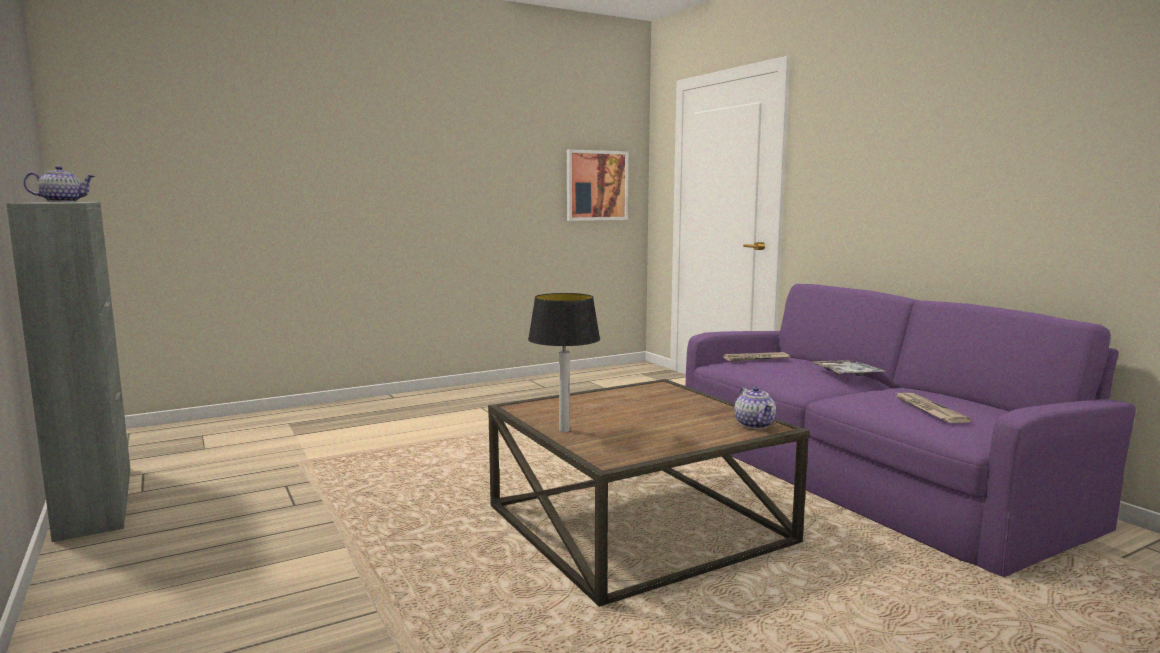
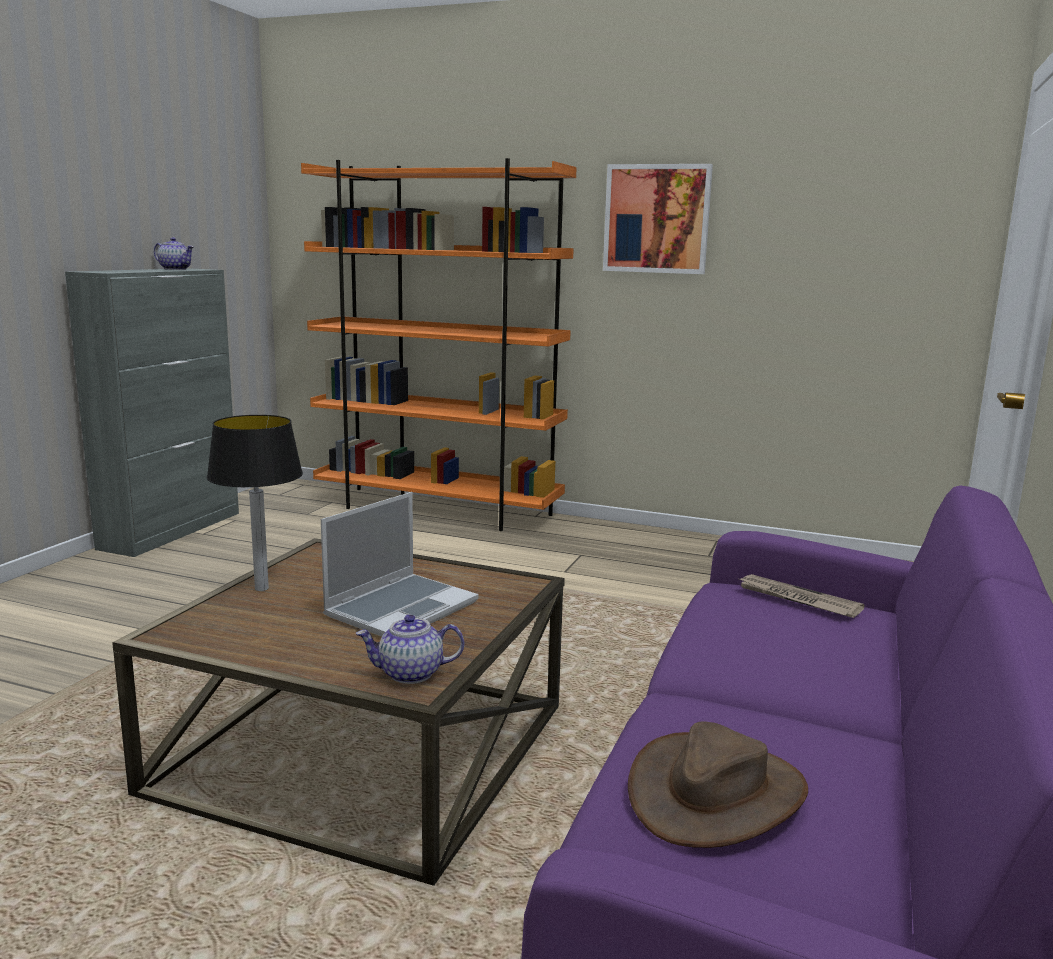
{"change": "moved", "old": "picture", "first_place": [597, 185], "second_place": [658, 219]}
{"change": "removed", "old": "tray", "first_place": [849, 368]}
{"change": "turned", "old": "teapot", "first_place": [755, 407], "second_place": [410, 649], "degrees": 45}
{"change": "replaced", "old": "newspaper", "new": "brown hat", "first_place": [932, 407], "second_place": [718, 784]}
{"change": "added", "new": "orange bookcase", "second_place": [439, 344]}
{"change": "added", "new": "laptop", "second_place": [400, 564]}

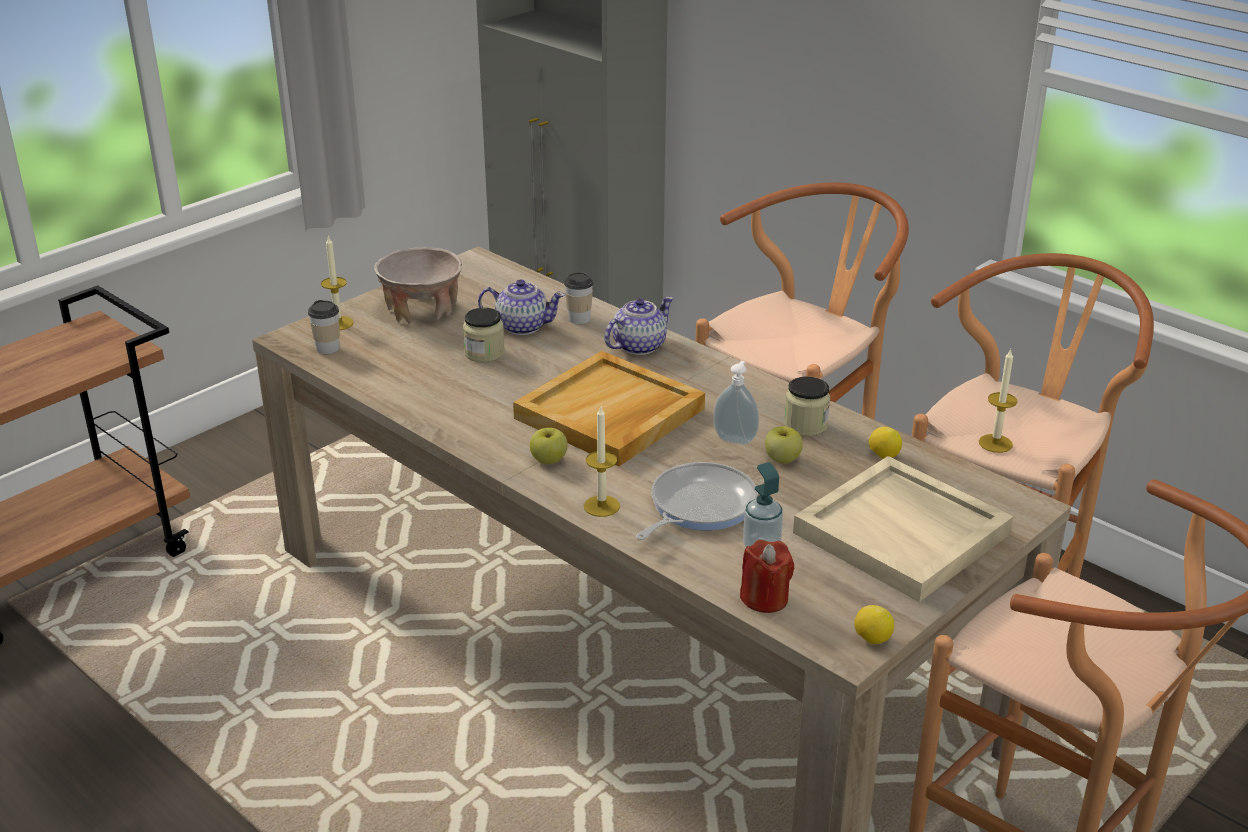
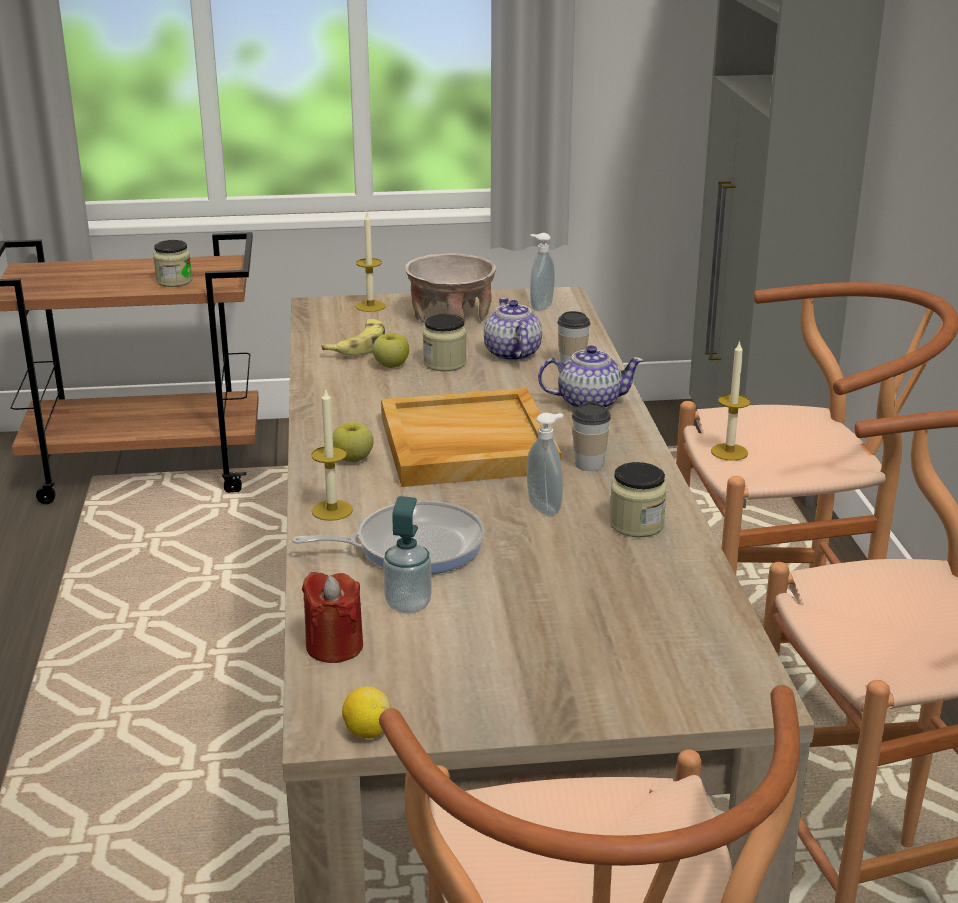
{"change": "turned", "old": "teapot", "first_place": [521, 307], "second_place": [513, 329], "degrees": -150}
{"change": "moved", "old": "cup", "first_place": [324, 327], "second_place": [591, 436]}
{"change": "moved", "old": "candle", "first_place": [998, 401], "second_place": [731, 401]}
{"change": "moved", "old": "apple", "first_place": [784, 444], "second_place": [391, 350]}
{"change": "removed", "old": "lemon", "first_place": [885, 443]}
{"change": "removed", "old": "beige tray", "first_place": [903, 529]}
{"change": "added", "new": "soap dispenser", "second_place": [542, 272]}
{"change": "added", "new": "jar", "second_place": [172, 263]}
{"change": "added", "new": "banana", "second_place": [353, 337]}

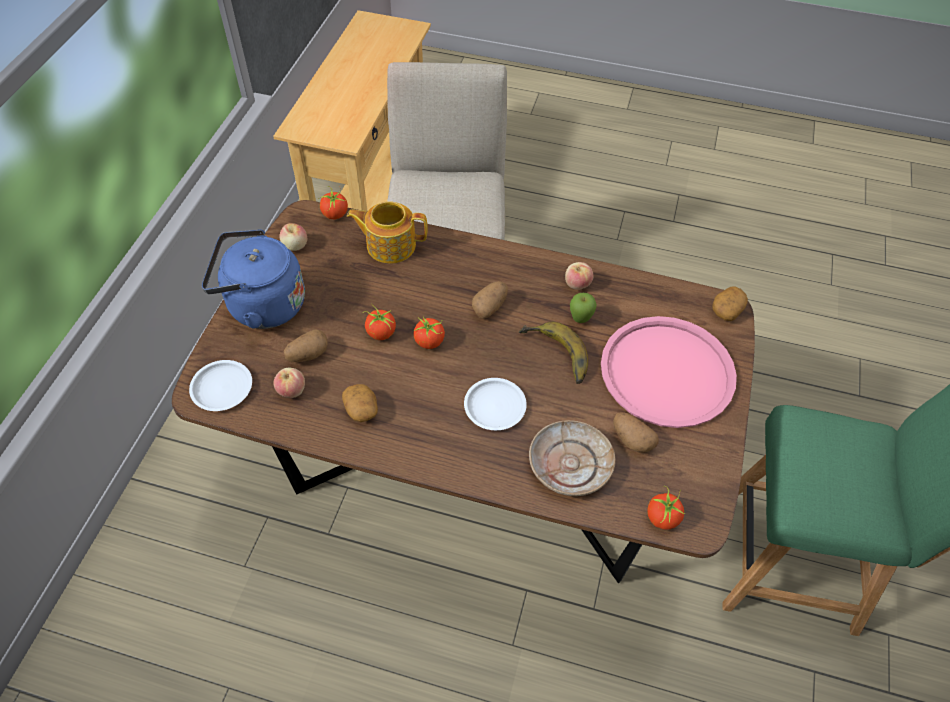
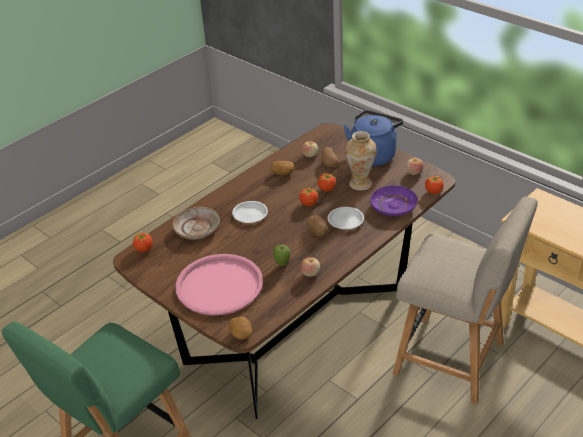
{"change": "replaced", "old": "teapot", "new": "purple plate", "first_place": [387, 232], "second_place": [394, 200]}
{"change": "removed", "old": "banana", "first_place": [553, 353]}
{"change": "moved", "old": "white plate", "first_place": [220, 385], "second_place": [346, 218]}
{"change": "removed", "old": "potato", "first_place": [636, 432]}
{"change": "added", "new": "vase", "second_place": [361, 160]}

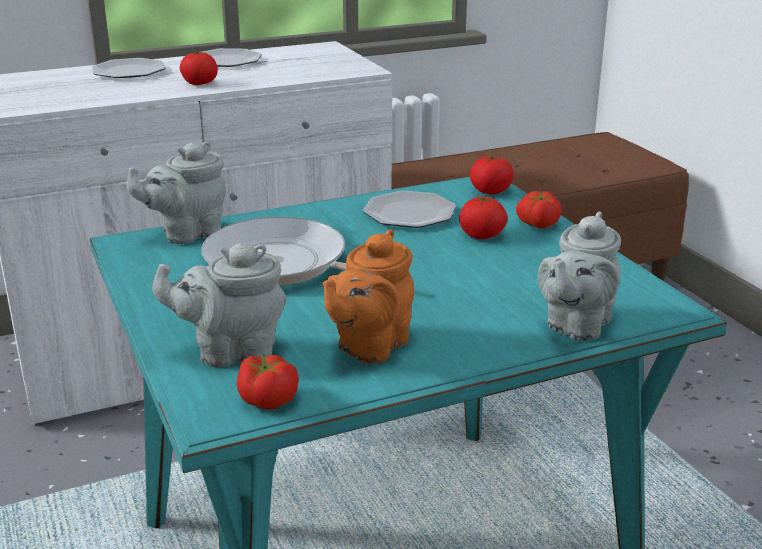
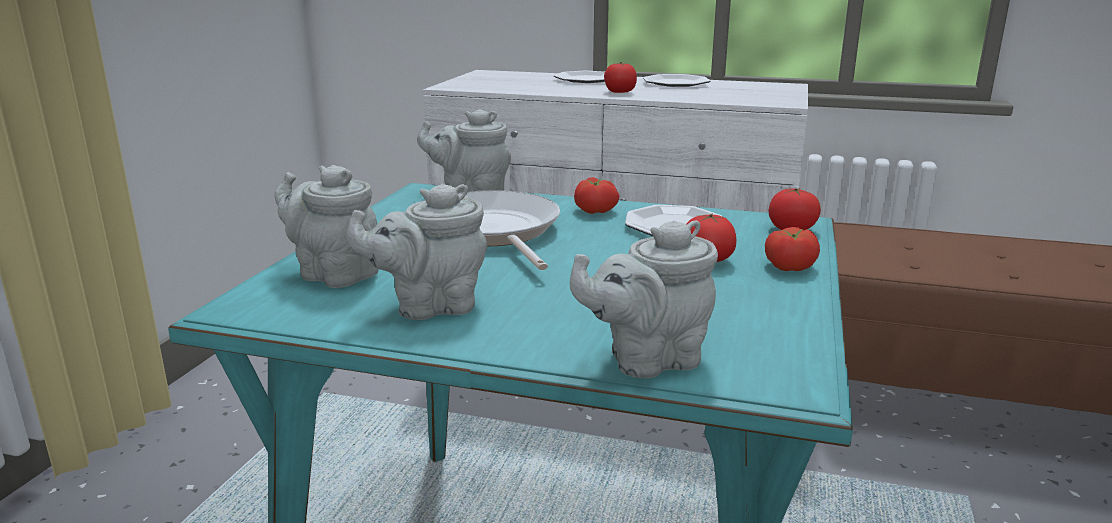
{"change": "recoloured", "old": "orange teapot", "new": "grey teapot", "first_place": [368, 296], "second_place": [417, 252]}
{"change": "moved", "old": "tomato", "first_place": [268, 382], "second_place": [596, 195]}

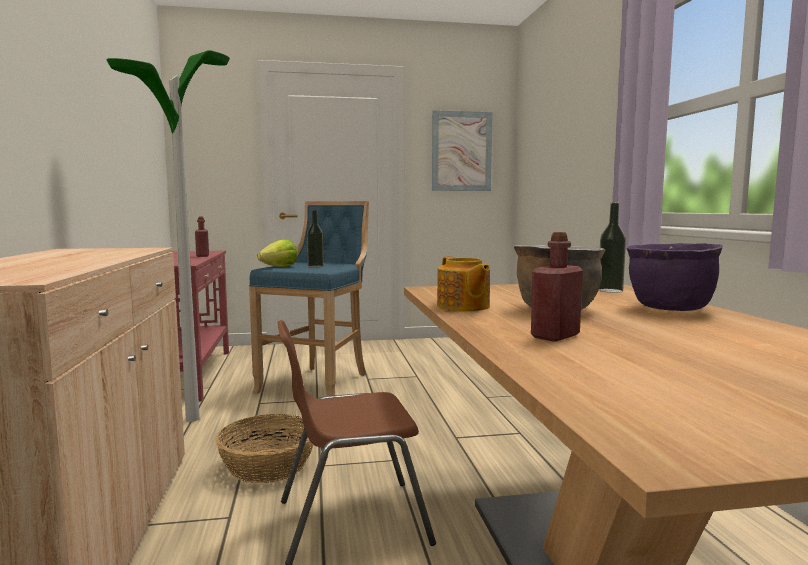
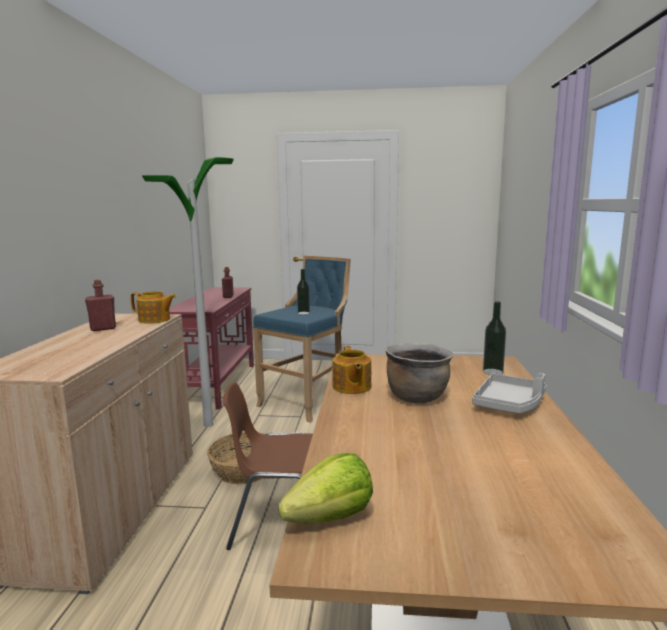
{"change": "removed", "old": "picture", "first_place": [462, 150]}
{"change": "moved", "old": "red bottle", "first_place": [557, 287], "second_place": [100, 305]}
{"change": "moved", "old": "lettuce", "first_place": [278, 253], "second_place": [325, 488]}
{"change": "replaced", "old": "purple cooking pot", "new": "grey tray", "first_place": [674, 277], "second_place": [509, 393]}
{"change": "added", "new": "teapot", "second_place": [153, 307]}

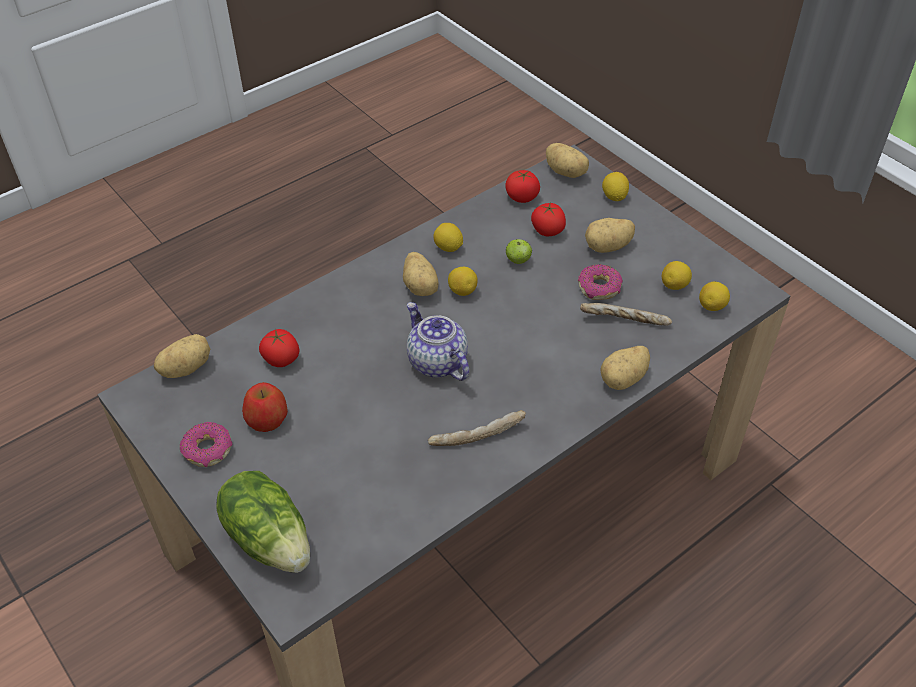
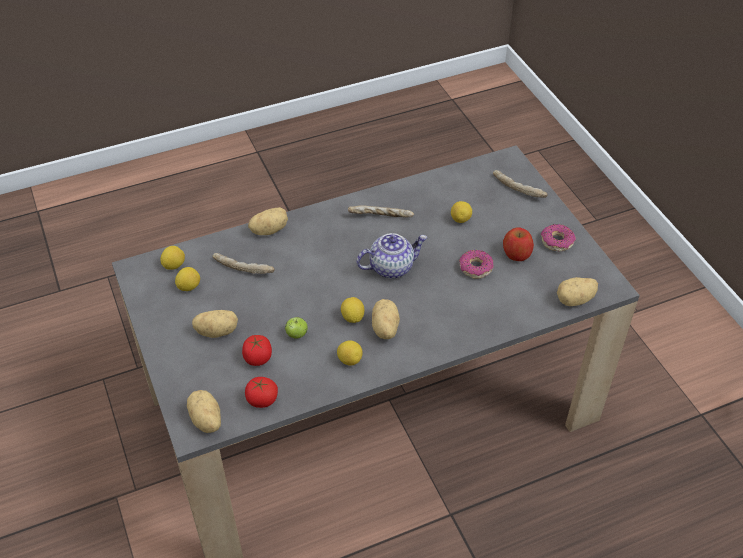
{"change": "moved", "old": "lemon", "first_place": [615, 186], "second_place": [461, 212]}
{"change": "moved", "old": "donut", "first_place": [600, 282], "second_place": [476, 264]}
{"change": "turned", "old": "teapot", "first_place": [438, 341], "second_place": [391, 256], "degrees": -90}
{"change": "removed", "old": "tomato", "first_place": [279, 348]}
{"change": "replaced", "old": "lettuce", "new": "bread", "first_place": [263, 522], "second_place": [520, 184]}

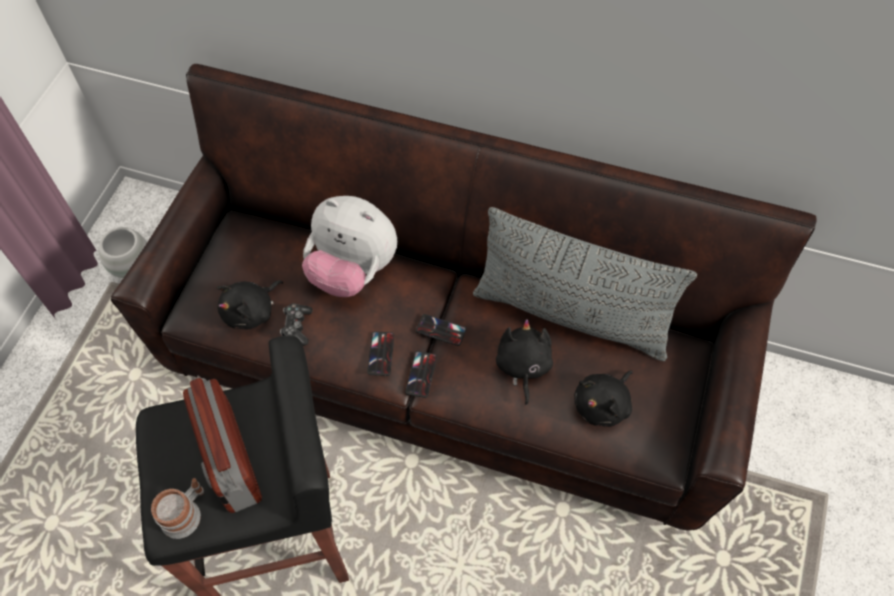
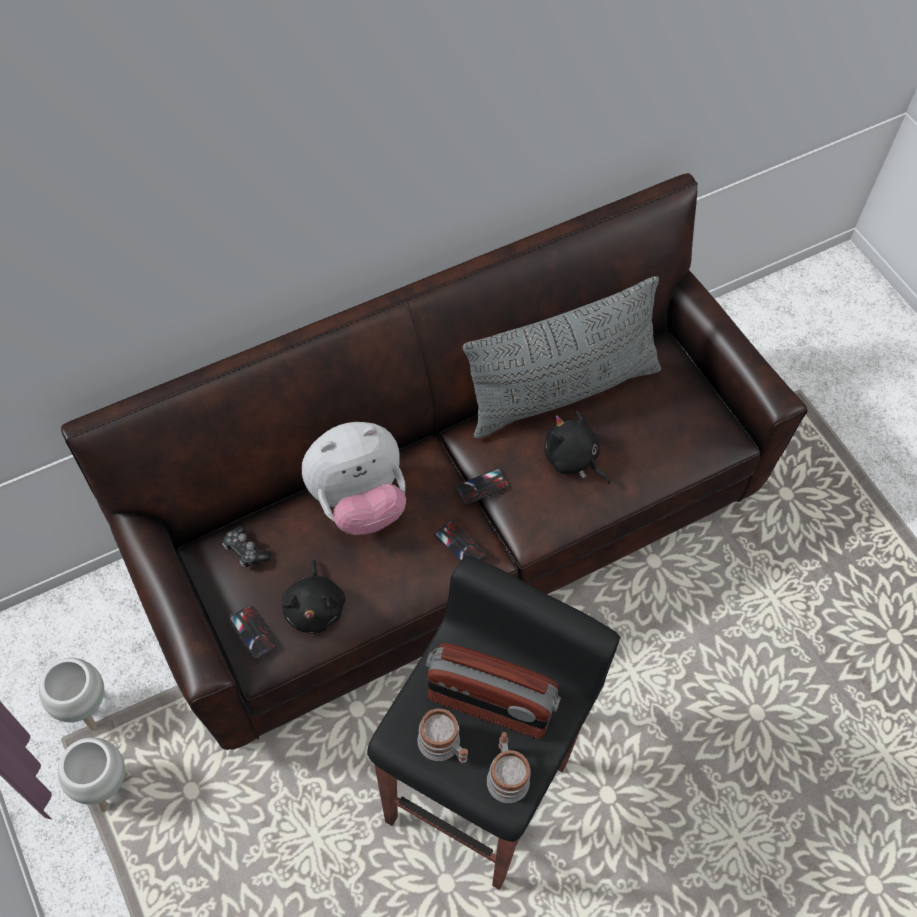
{"change": "moved", "old": "game controller", "first_place": [296, 324], "second_place": [246, 547]}
{"change": "moved", "old": "phone", "first_place": [421, 374], "second_place": [253, 632]}
{"change": "removed", "old": "black plush toy", "first_place": [603, 399]}
{"change": "added", "new": "mug", "second_place": [442, 735]}
{"change": "added", "new": "white planter", "second_place": [93, 774]}

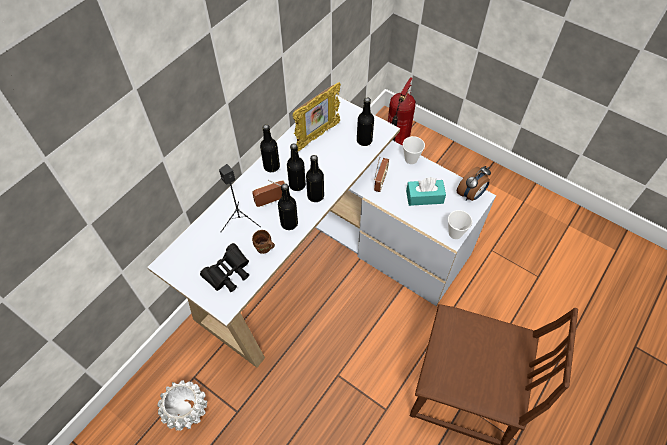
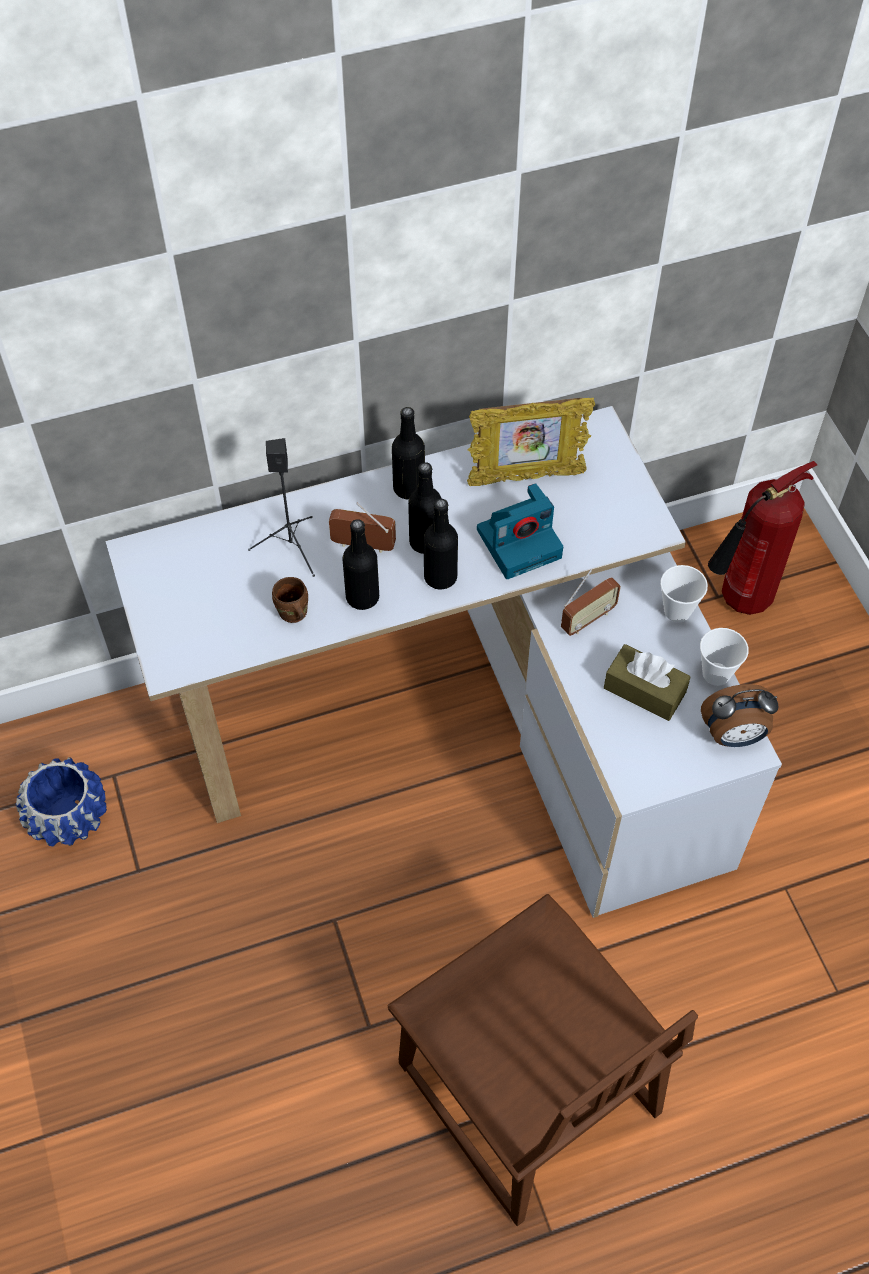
{"change": "removed", "old": "black bottle", "first_place": [365, 122]}
{"change": "recoloured", "old": "turquoise tissue box", "new": "brown tissue box", "first_place": [426, 191], "second_place": [647, 682]}
{"change": "moved", "old": "cup", "first_place": [460, 224], "second_place": [724, 657]}
{"change": "removed", "old": "black binoculars", "first_place": [224, 267]}
{"change": "recoloured", "old": "white planter", "new": "blue planter", "first_place": [182, 405], "second_place": [61, 801]}
{"change": "added", "new": "photo camera", "second_place": [520, 531]}

